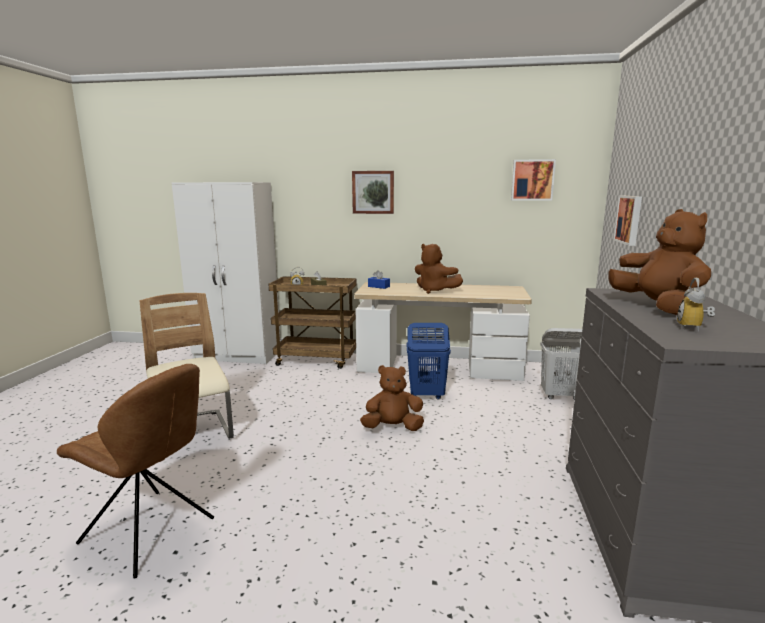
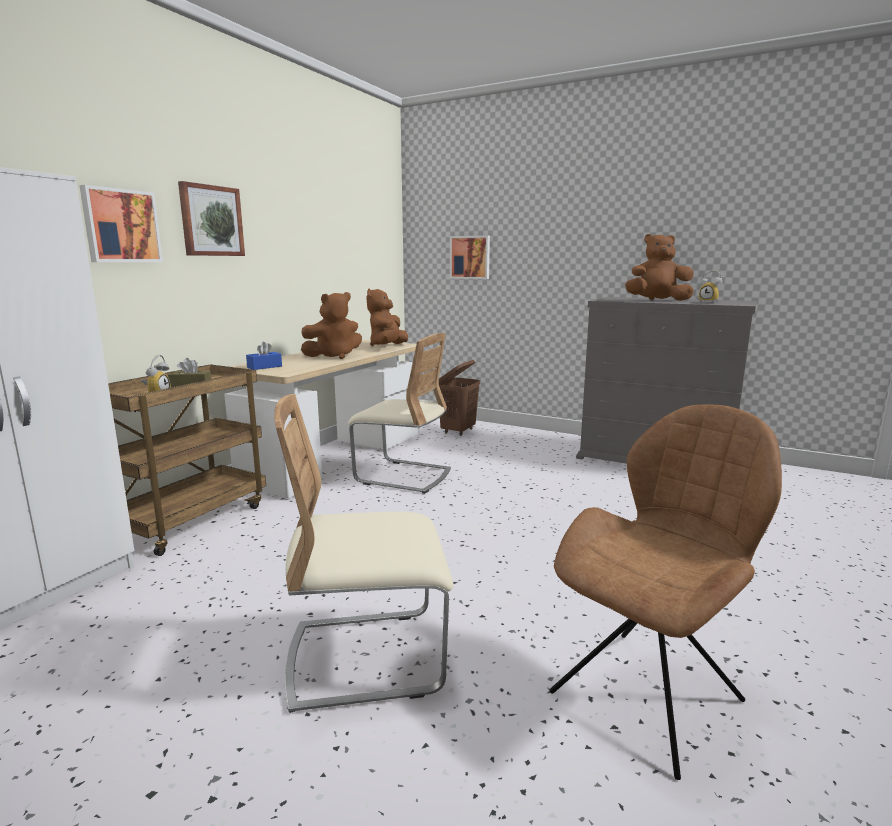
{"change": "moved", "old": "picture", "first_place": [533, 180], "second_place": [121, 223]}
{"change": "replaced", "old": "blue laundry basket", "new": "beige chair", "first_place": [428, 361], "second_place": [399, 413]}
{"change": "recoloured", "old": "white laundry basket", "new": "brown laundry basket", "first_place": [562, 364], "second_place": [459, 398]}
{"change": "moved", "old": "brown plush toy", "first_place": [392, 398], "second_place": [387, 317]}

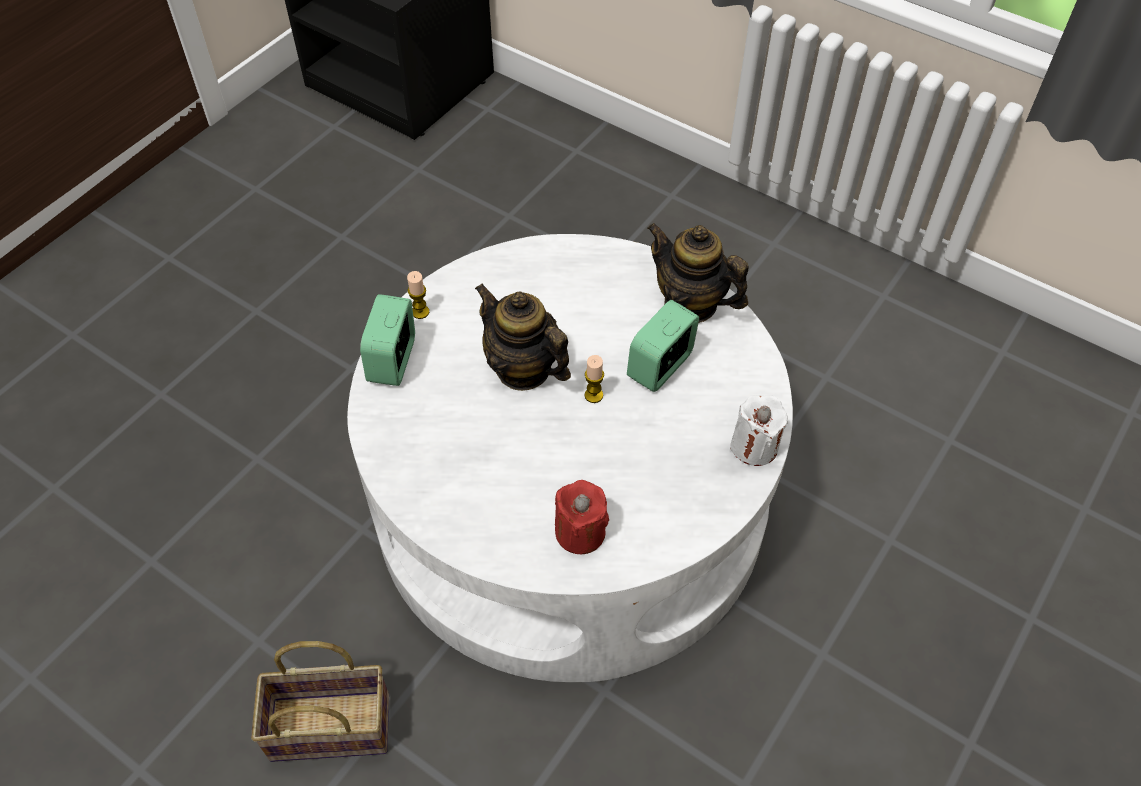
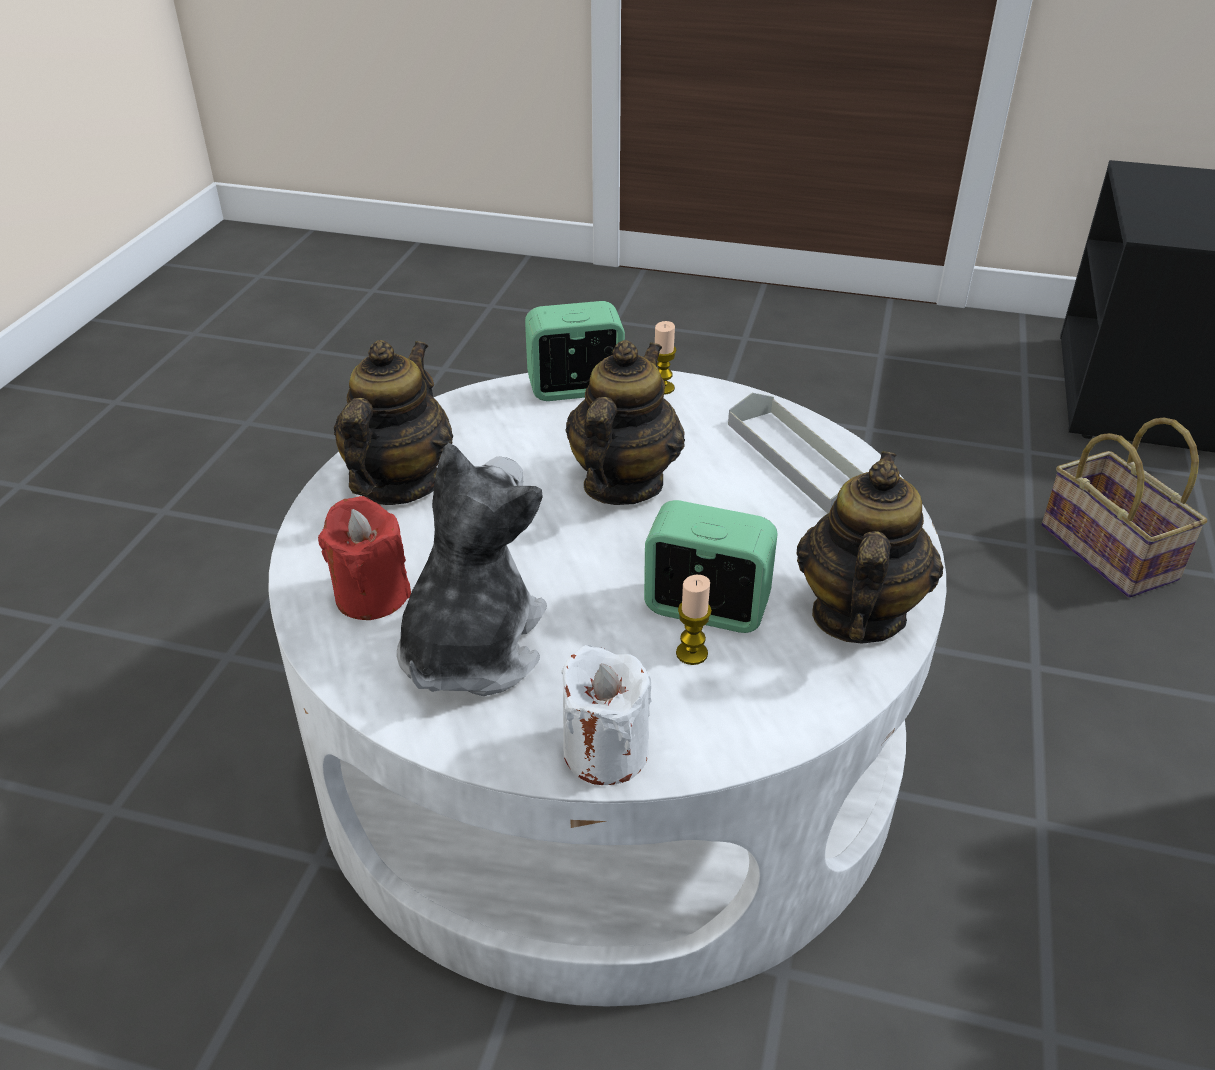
{"change": "moved", "old": "candle", "first_place": [594, 379], "second_place": [694, 620]}
{"change": "moved", "old": "basket", "first_place": [320, 701], "second_place": [1124, 507]}
{"change": "added", "new": "teapot", "second_place": [393, 422]}
{"change": "added", "new": "grey tray", "second_place": [795, 453]}
{"change": "added", "new": "plush toy", "second_place": [472, 569]}

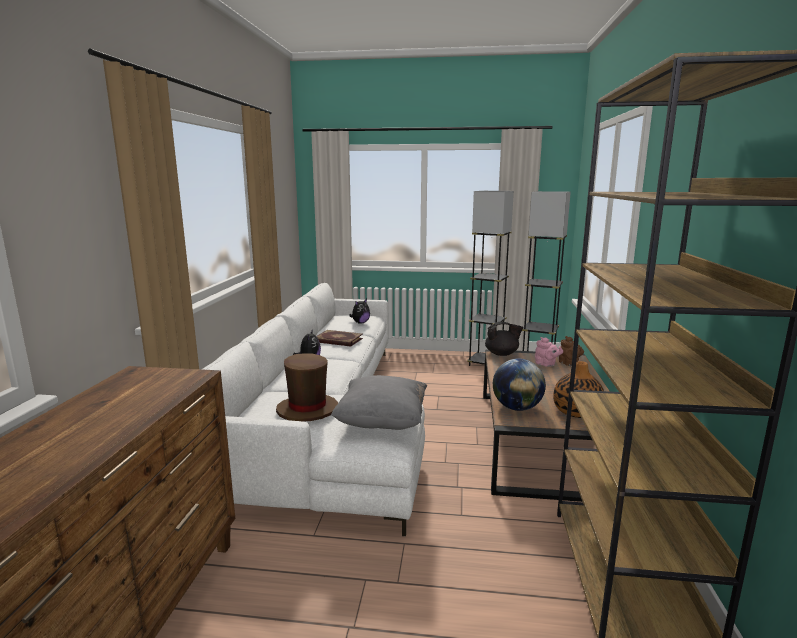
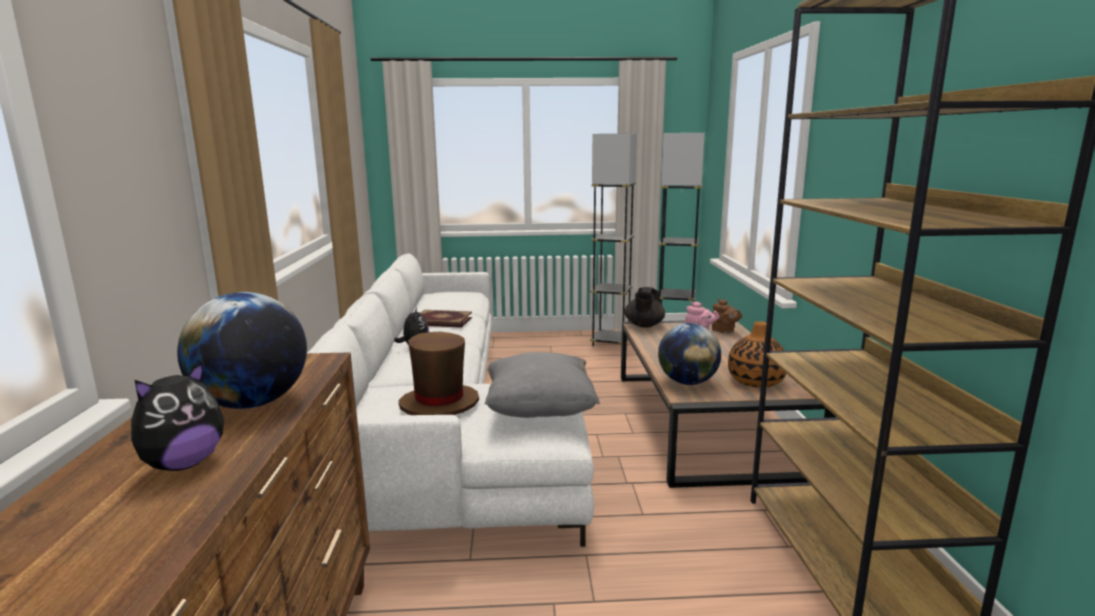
{"change": "moved", "old": "plush toy", "first_place": [359, 311], "second_place": [177, 416]}
{"change": "turned", "old": "black teapot", "first_place": [504, 339], "second_place": [644, 307], "degrees": 120}
{"change": "added", "new": "globe", "second_place": [242, 350]}

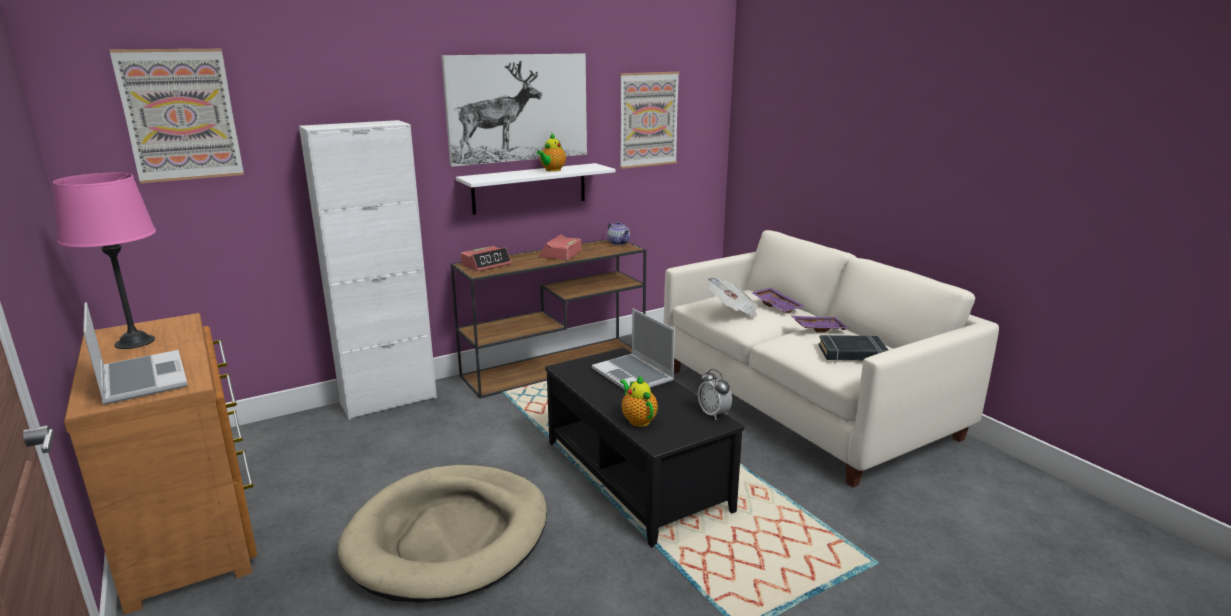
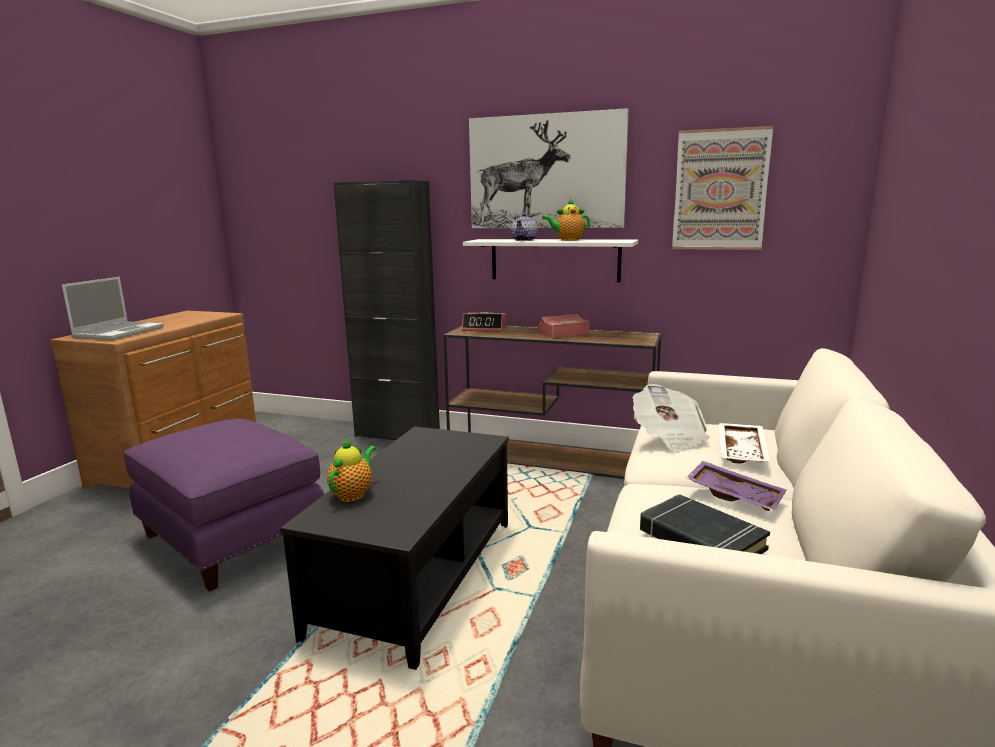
{"change": "removed", "old": "picture", "first_place": [176, 116]}
{"change": "recoloured", "old": "white cabinet", "new": "black cabinet", "first_place": [368, 270], "second_place": [386, 310]}
{"change": "removed", "old": "pink table lamp", "first_place": [104, 261]}
{"change": "moved", "old": "teapot", "first_place": [618, 233], "second_place": [524, 227]}
{"change": "recoloured", "old": "purple tray", "new": "white tray", "first_place": [777, 300], "second_place": [744, 443]}
{"change": "removed", "old": "laptop", "first_place": [633, 349]}
{"change": "removed", "old": "alarm clock", "first_place": [715, 394]}
{"change": "replaced", "old": "beige dog bed", "new": "purple ottoman", "first_place": [442, 533], "second_place": [223, 505]}

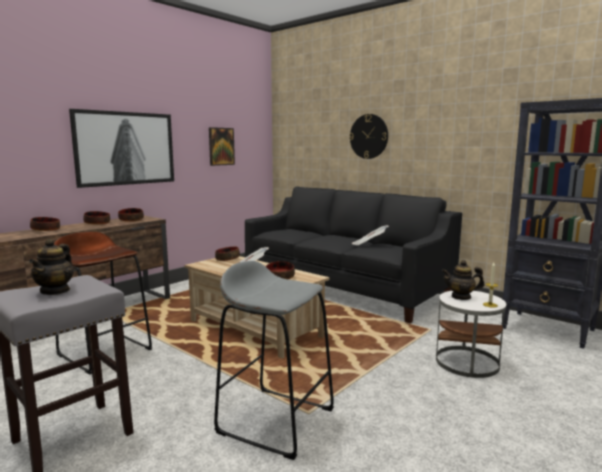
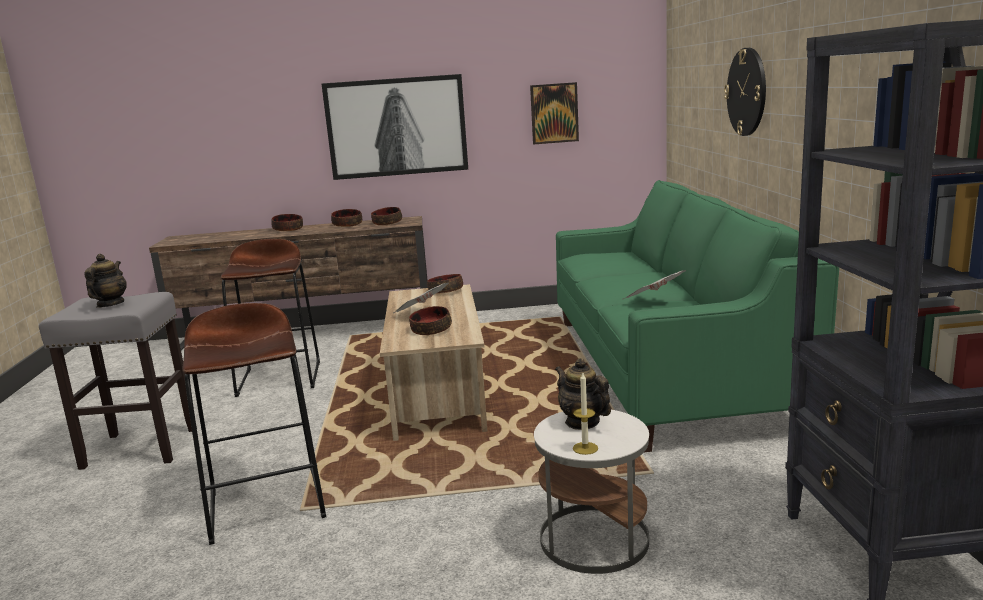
{"change": "recoloured", "old": "black sofa", "new": "green sofa", "first_place": [353, 254], "second_place": [697, 316]}
{"change": "turned", "old": "teapot", "first_place": [51, 267], "second_place": [106, 281], "degrees": 135}
{"change": "recoloured", "old": "grey stool", "new": "brown stool", "first_place": [274, 360], "second_place": [254, 424]}

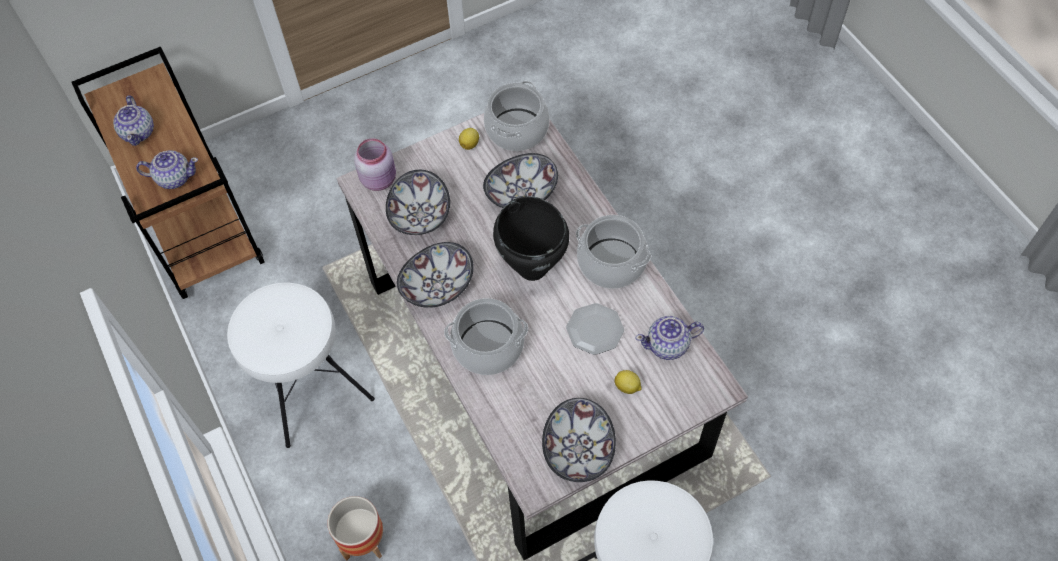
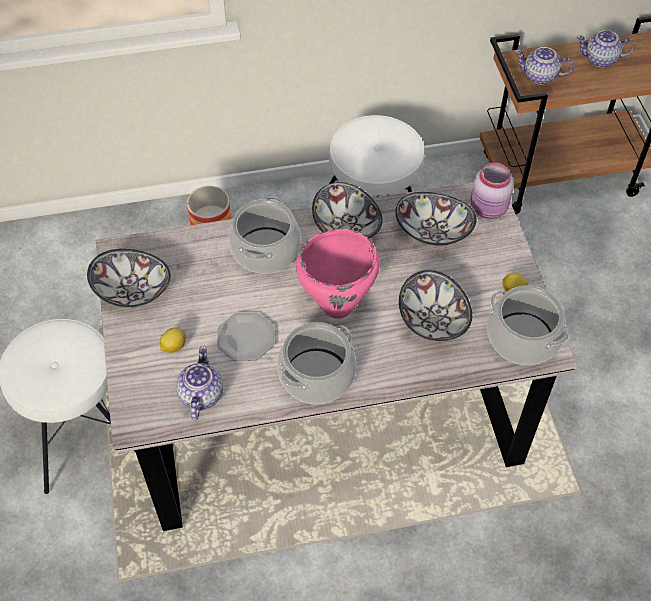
{"change": "turned", "old": "teapot", "first_place": [167, 169], "second_place": [544, 66], "degrees": 90}
{"change": "recoloured", "old": "black cooking pot", "new": "pink cooking pot", "first_place": [531, 238], "second_place": [338, 274]}

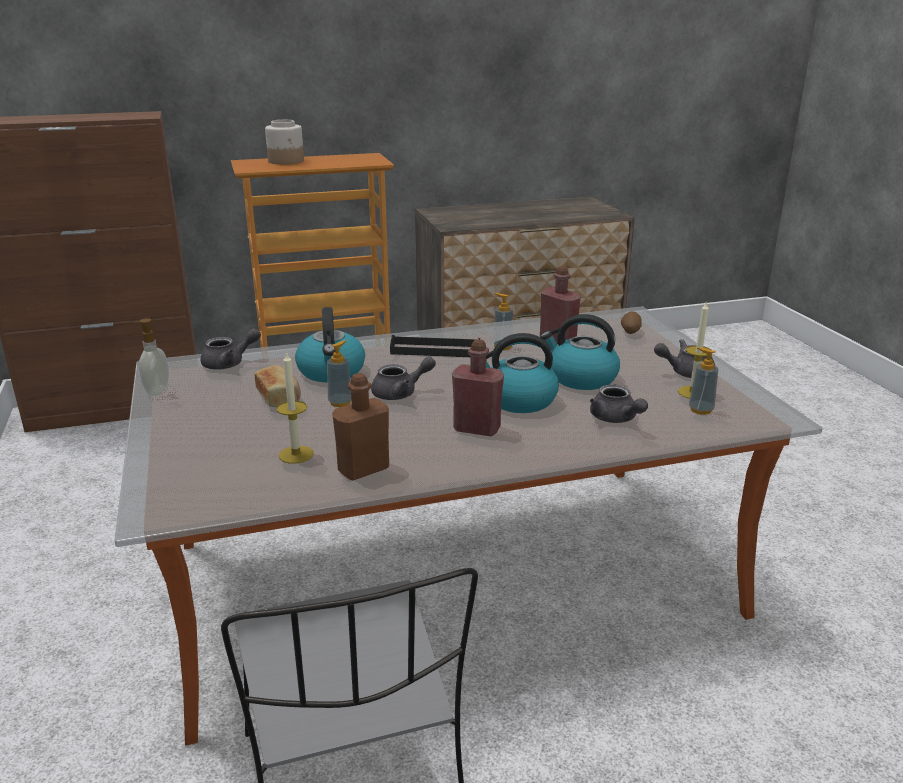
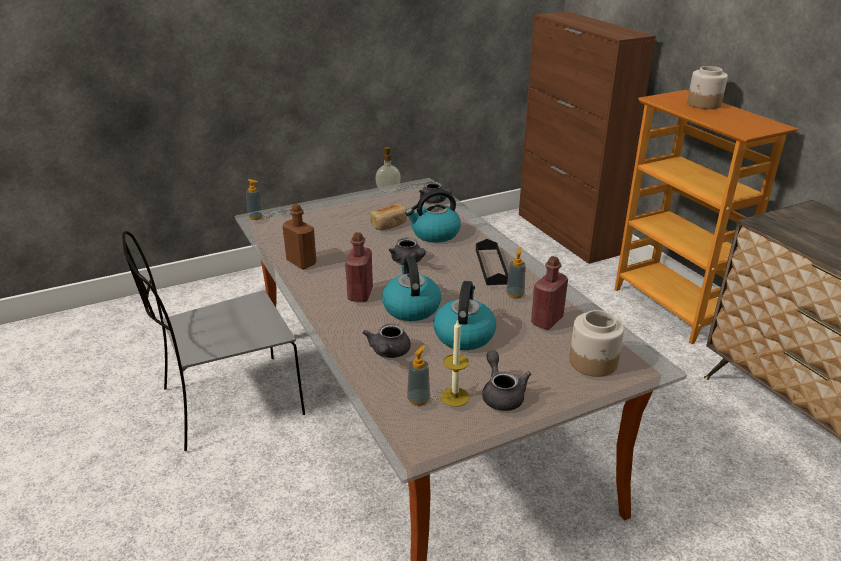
{"change": "replaced", "old": "potato", "new": "jar", "first_place": [631, 322], "second_place": [596, 343]}
{"change": "moved", "old": "soap dispenser", "first_place": [339, 373], "second_place": [254, 199]}
{"change": "removed", "old": "candle", "first_place": [295, 407]}
{"change": "turned", "old": "grey teapot", "first_place": [619, 403], "second_place": [387, 340], "degrees": -45}

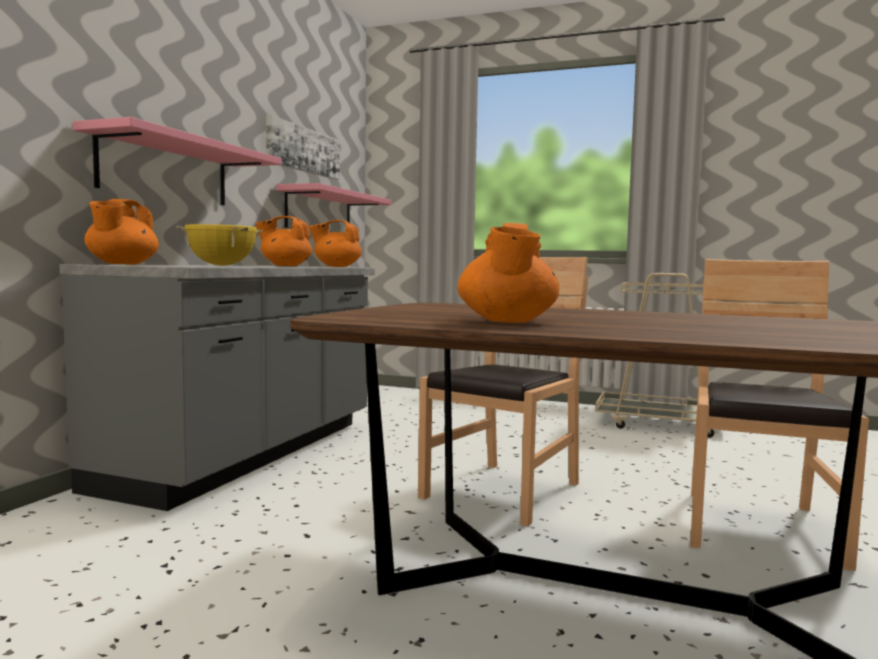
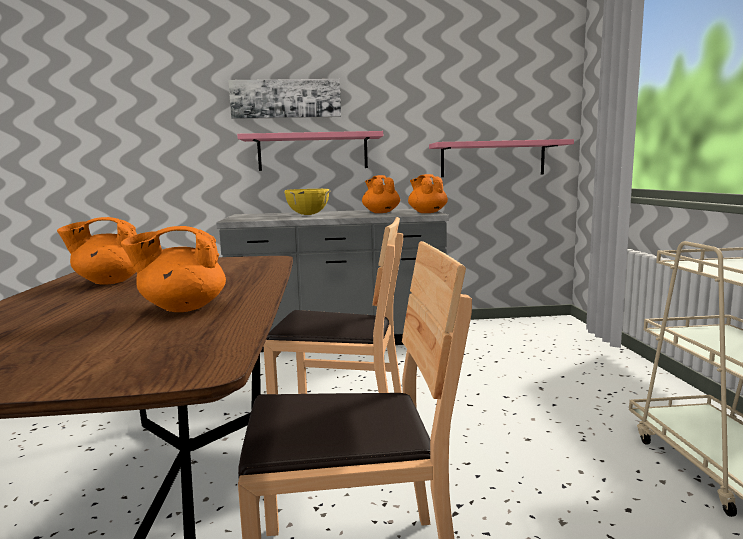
{"change": "moved", "old": "picture", "first_place": [303, 147], "second_place": [284, 99]}
{"change": "moved", "old": "orange teapot", "first_place": [121, 232], "second_place": [173, 269]}

